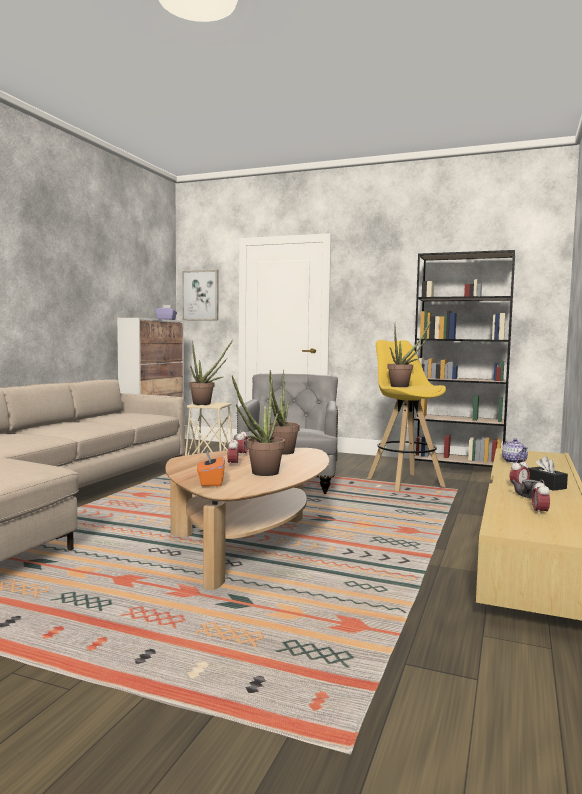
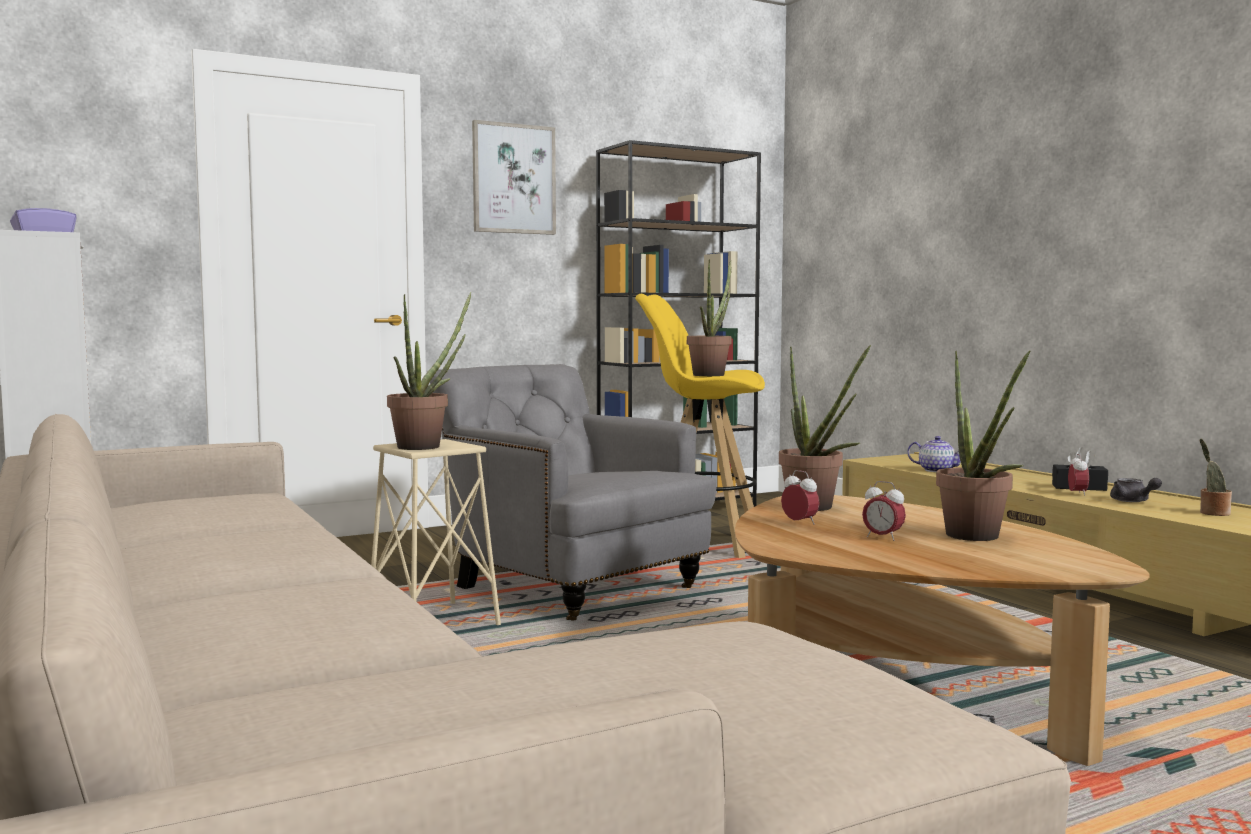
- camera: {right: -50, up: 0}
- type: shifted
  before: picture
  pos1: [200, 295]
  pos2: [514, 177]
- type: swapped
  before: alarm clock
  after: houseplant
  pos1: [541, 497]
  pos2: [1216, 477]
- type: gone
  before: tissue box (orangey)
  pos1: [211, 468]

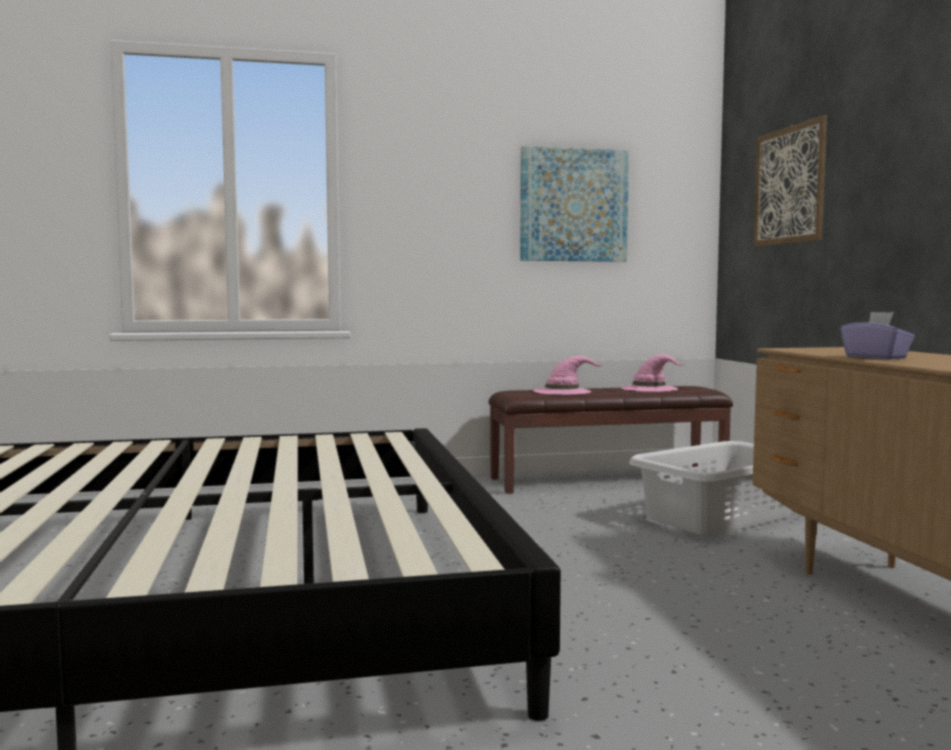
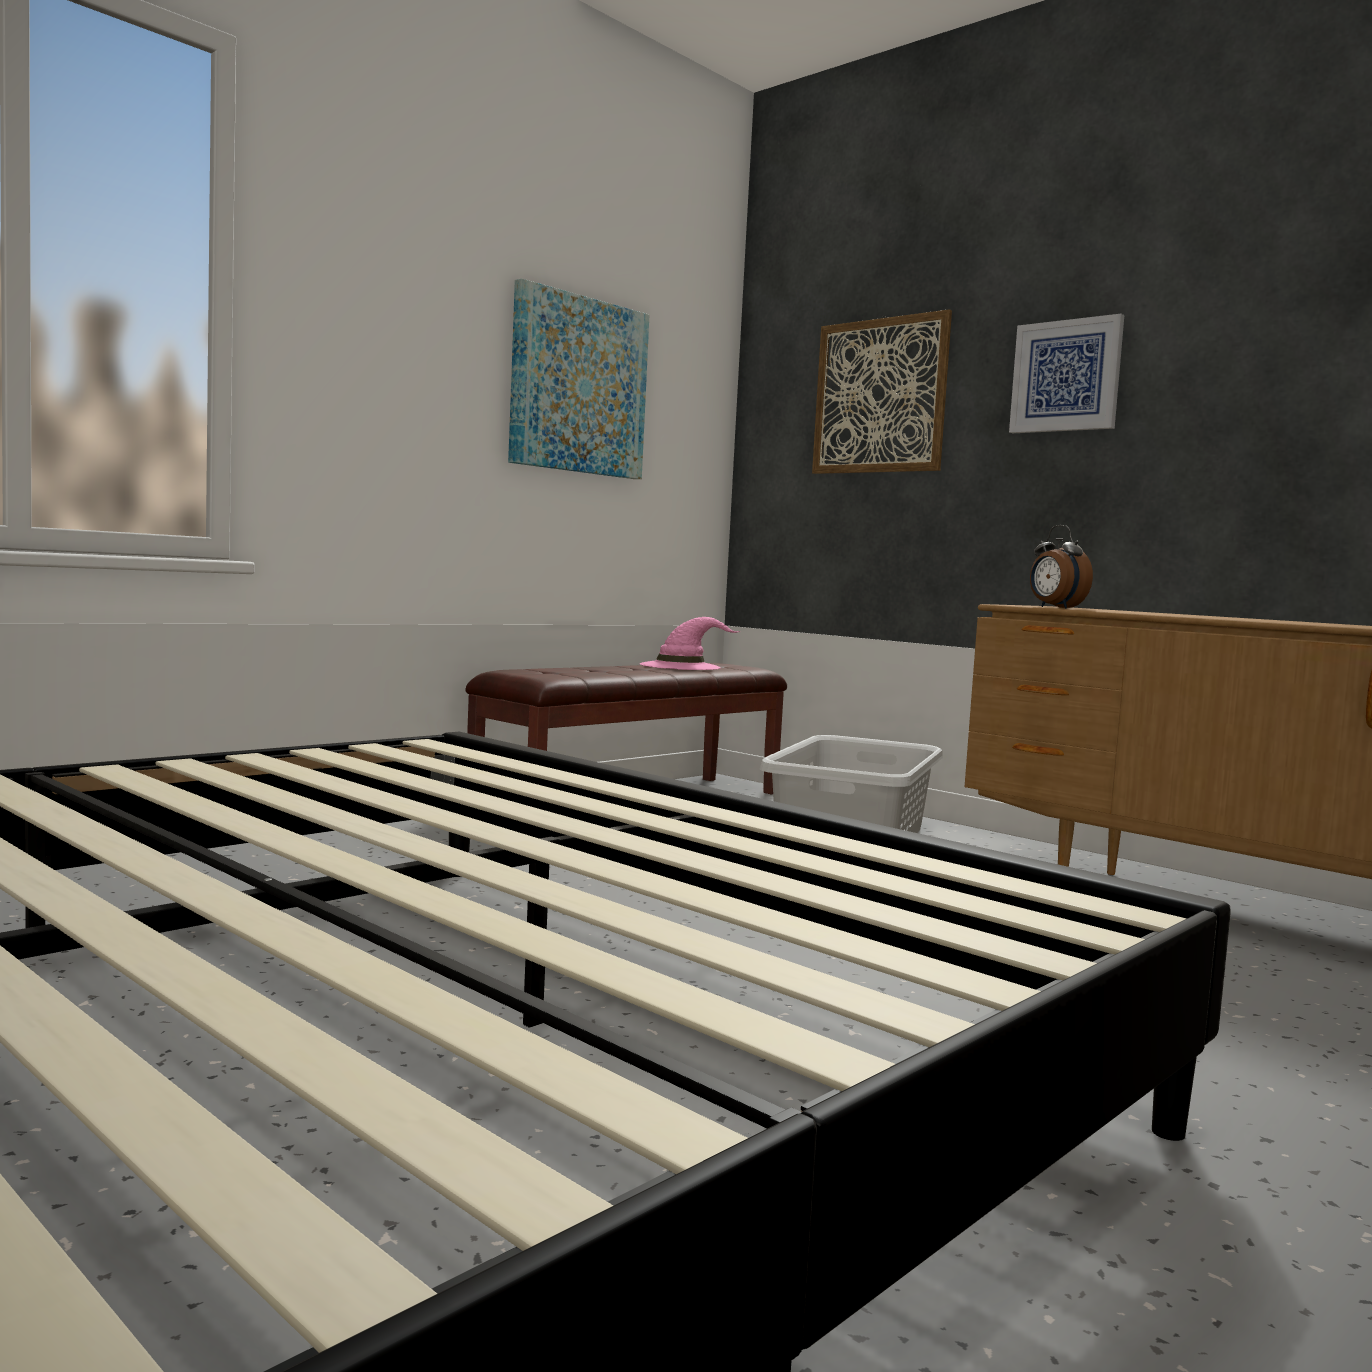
- camera: {right: -35, up: 0}
- type: new
  after: picture
  pos2: [1066, 373]
- type: new
  after: alarm clock
  pos2: [1061, 567]
- type: gone
  before: clothing hat (pinkish)
  pos1: [568, 375]
- type: gone
  before: tissue box (purple-coloured)
  pos1: [878, 336]

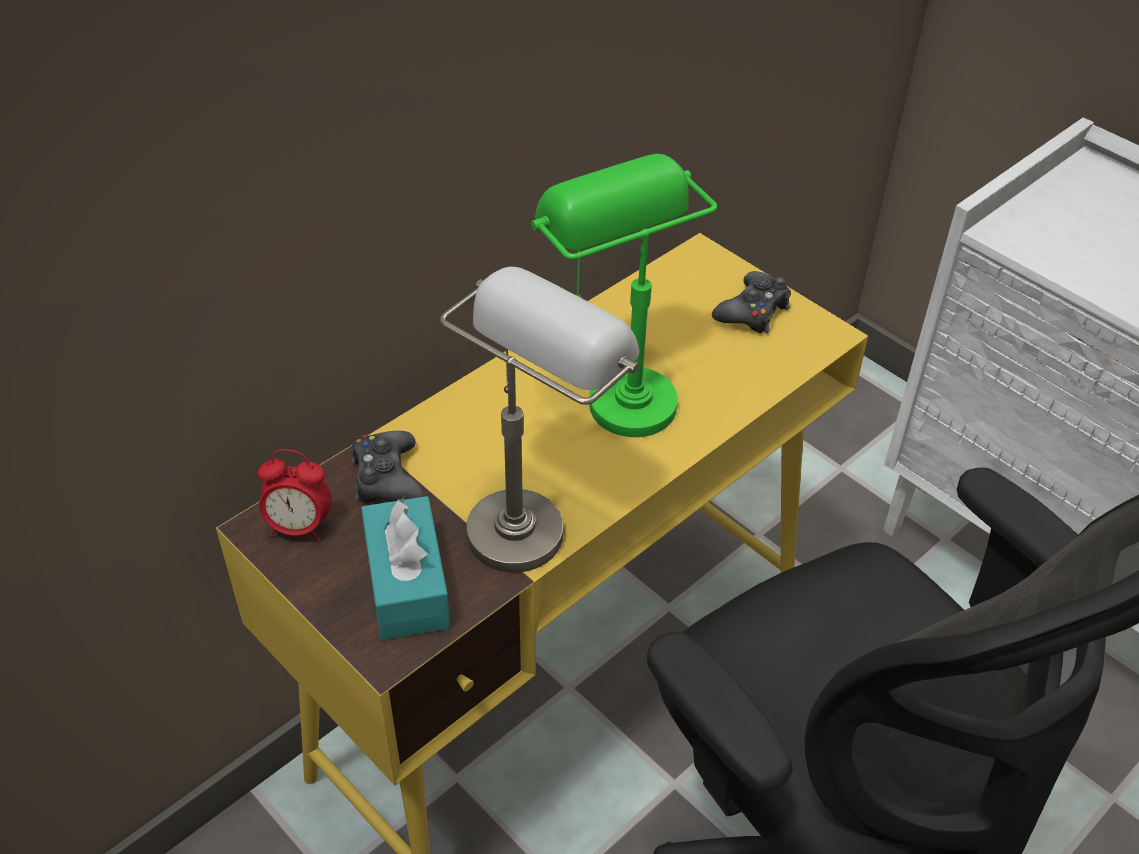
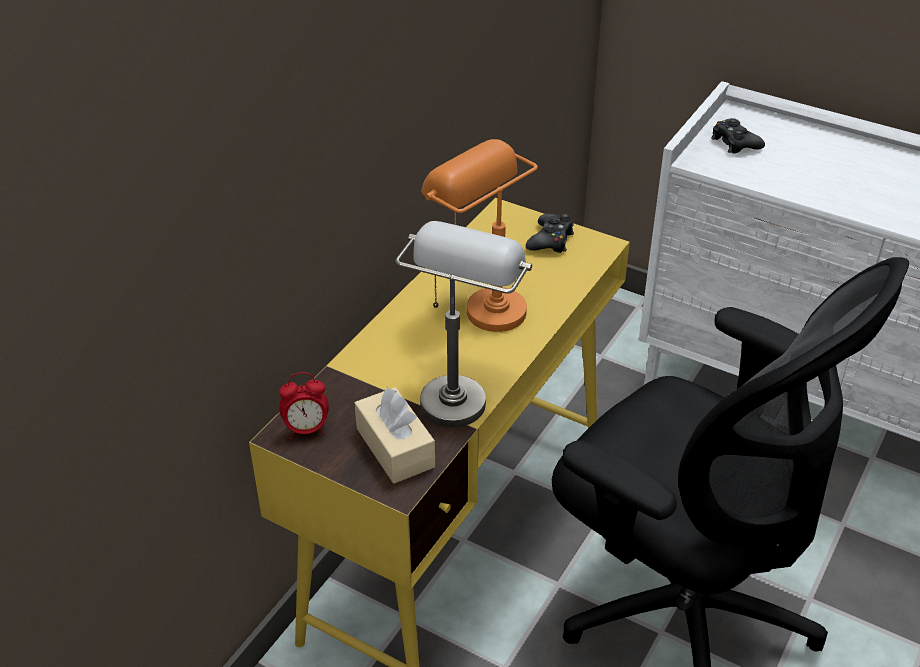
- camera: {right: -15, up: -5}
- type: repainted
  before: tissue box (turquoise-coloured)
  after: tissue box (beige)
  pos1: [405, 568]
  pos2: [395, 435]
- type: repainted
  before: tabletop lamp (greenish)
  after: tabletop lamp (orangey)
  pos1: [624, 295]
  pos2: [479, 235]
- type: shifted
  before: gamepad (black-coloured)
  pos1: [387, 467]
  pos2: [738, 136]

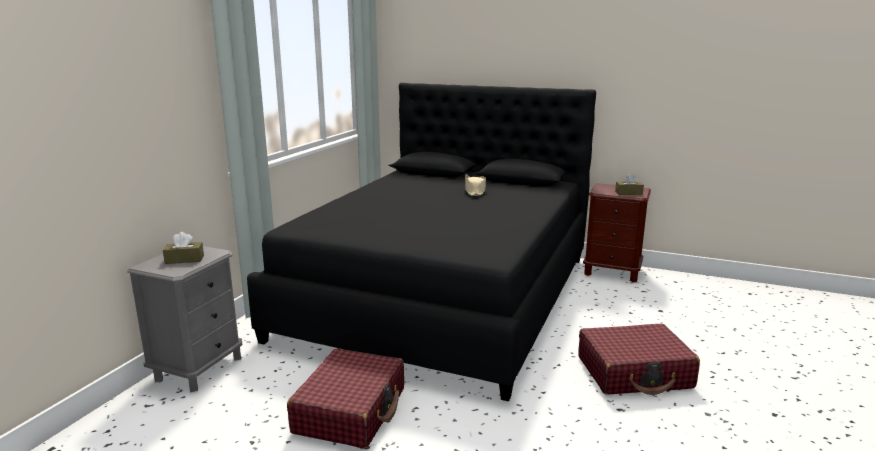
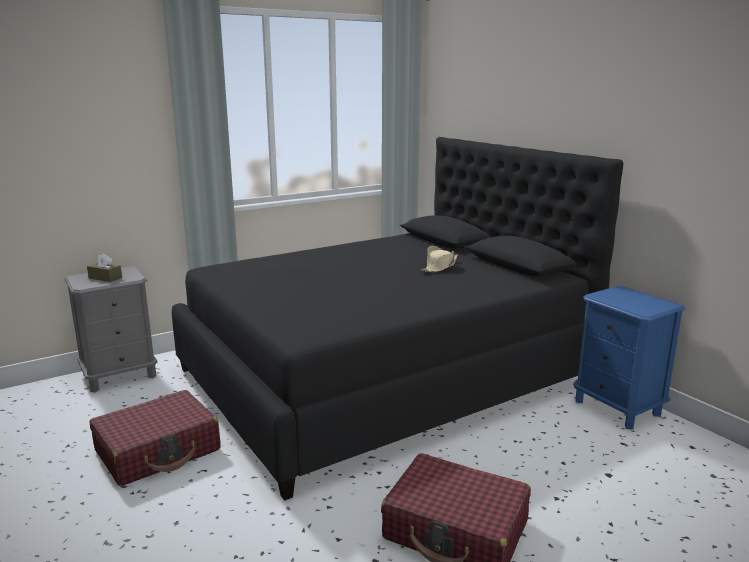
- camera: {right: 35, up: 0}
- type: repainted
  before: nightstand (brownish)
  after: nightstand (blue-coloured)
  pos1: [617, 233]
  pos2: [629, 358]
- type: gone
  before: tissue box (brownish)
  pos1: [629, 184]

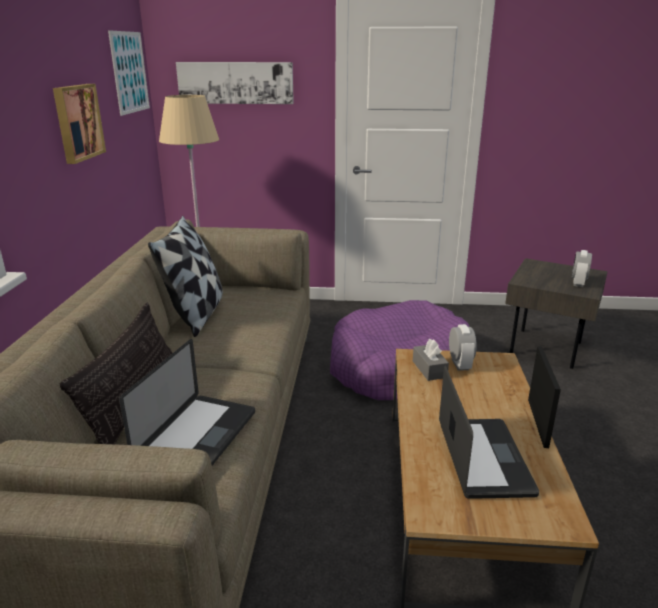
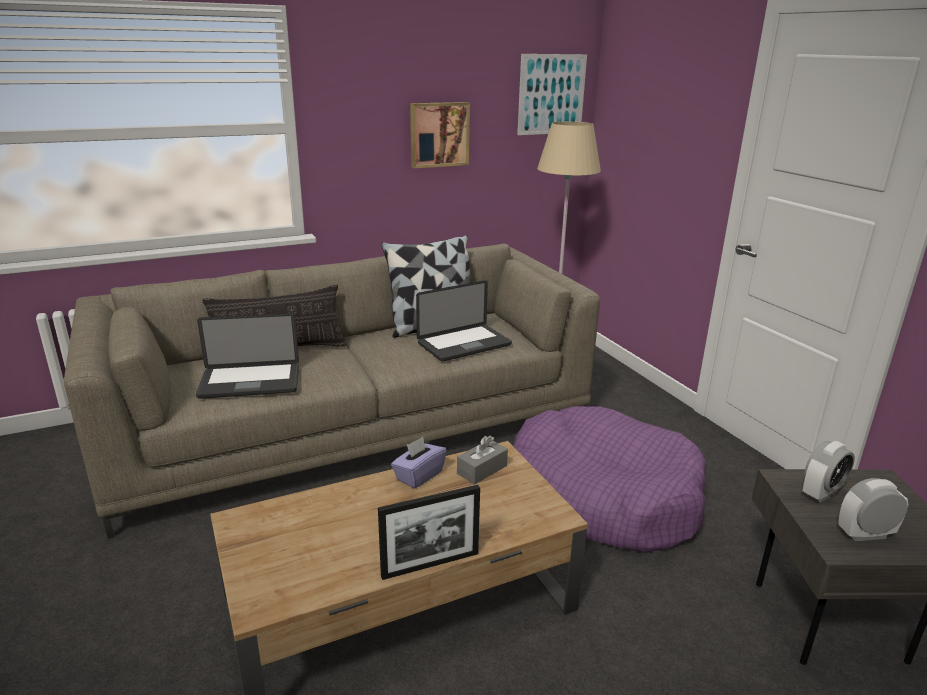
- camera: {right: 60, up: 0}
- type: new
  after: tissue box (purple-coloured)
  pos2: [419, 463]
- type: shifted
  before: notebook computer
  pos1: [489, 432]
  pos2: [464, 321]
- type: shifted
  before: alarm clock
  pos1: [463, 347]
  pos2: [829, 472]
- type: gone
  before: picture
  pos1: [235, 83]

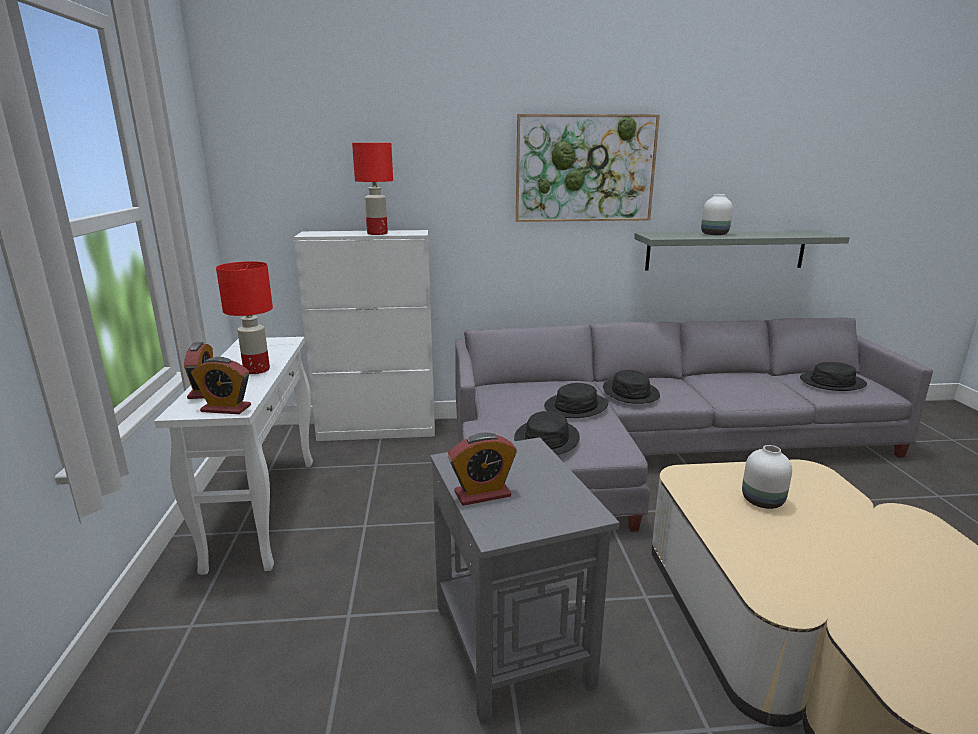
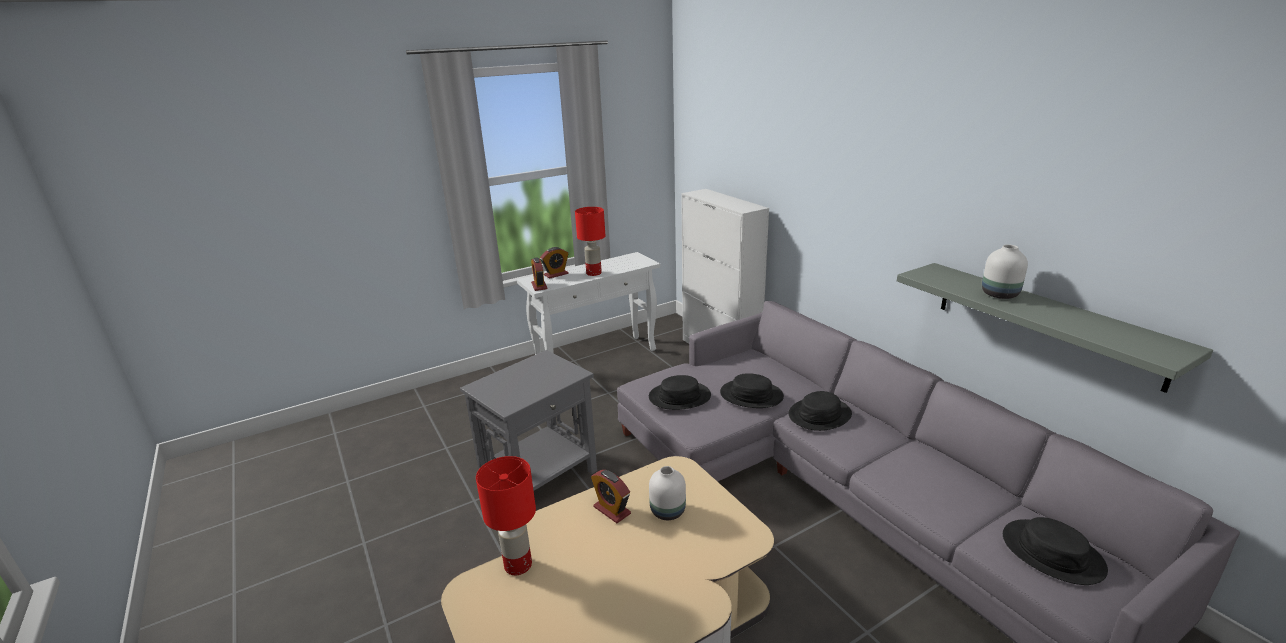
- camera: {right: 65, up: 5}
- type: shifted
  before: tabletop lamp (reddish)
  pos1: [372, 189]
  pos2: [506, 515]
- type: shifted
  before: alarm clock
  pos1: [482, 469]
  pos2: [611, 496]
- type: gone
  before: picture
  pos1: [588, 168]

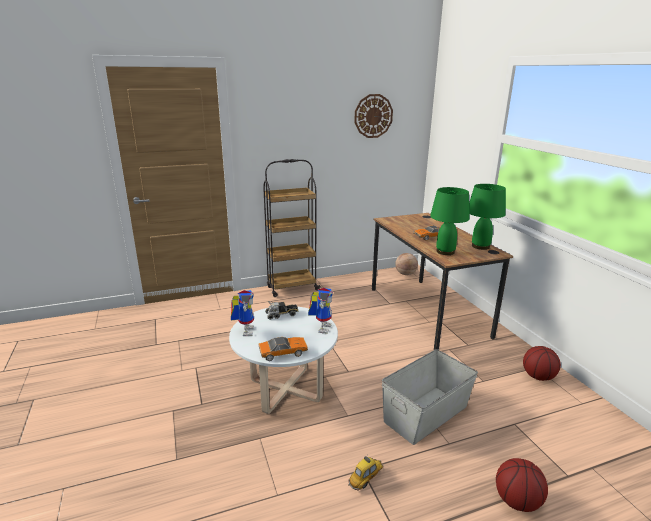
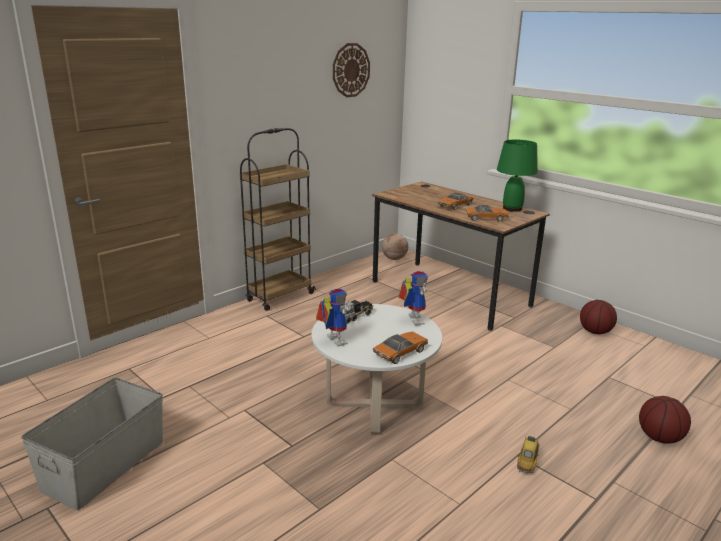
- camera: {right: -25, up: 0}
- type: shifted
  before: storage bin (grey)
  pos1: [430, 397]
  pos2: [92, 444]
- type: swapped
  before: tabletop lamp (greenish)
  after: model car
  pos1: [450, 221]
  pos2: [487, 212]

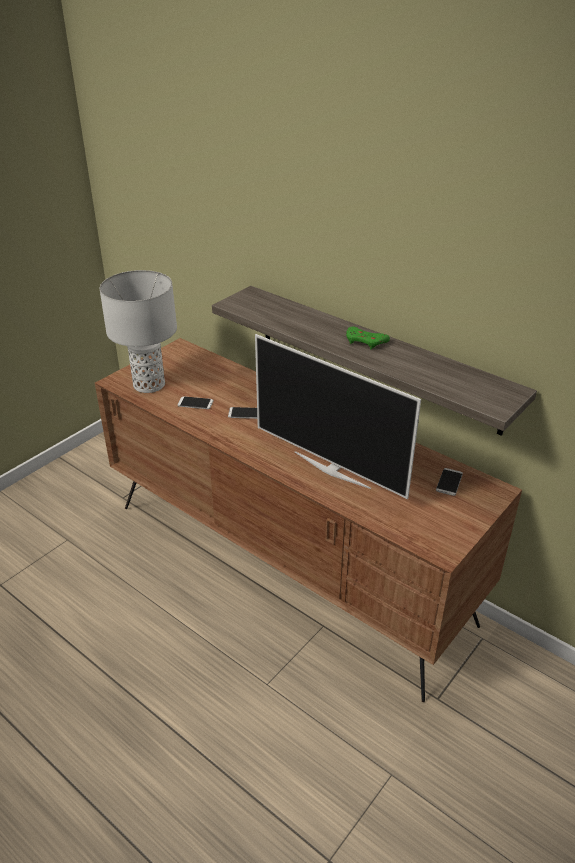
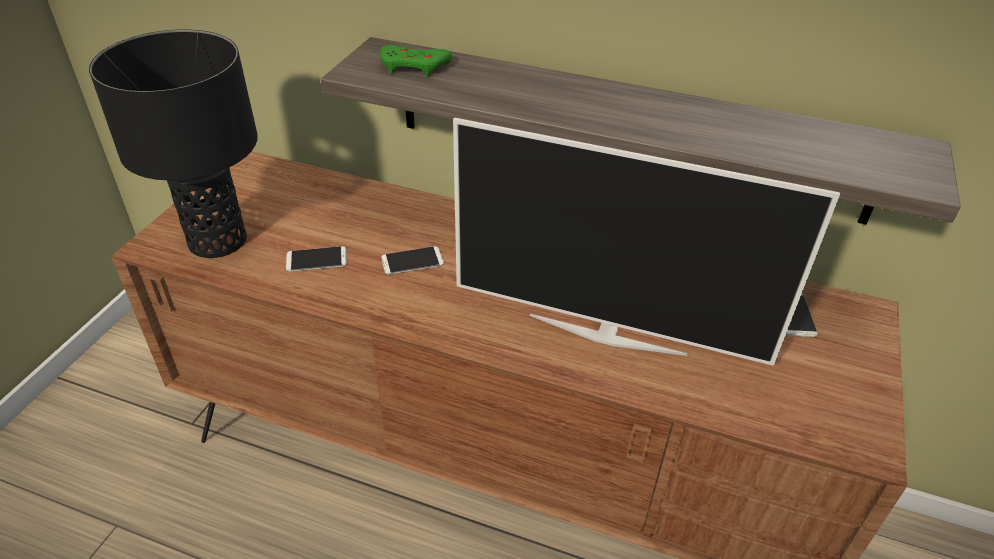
- camera: {right: -20, up: 5}
- type: repainted
  before: tabletop lamp (whitish)
  after: tabletop lamp (black-coloured)
  pos1: [138, 331]
  pos2: [173, 144]
- type: shifted
  before: gamepad (greenish)
  pos1: [368, 338]
  pos2: [416, 61]

